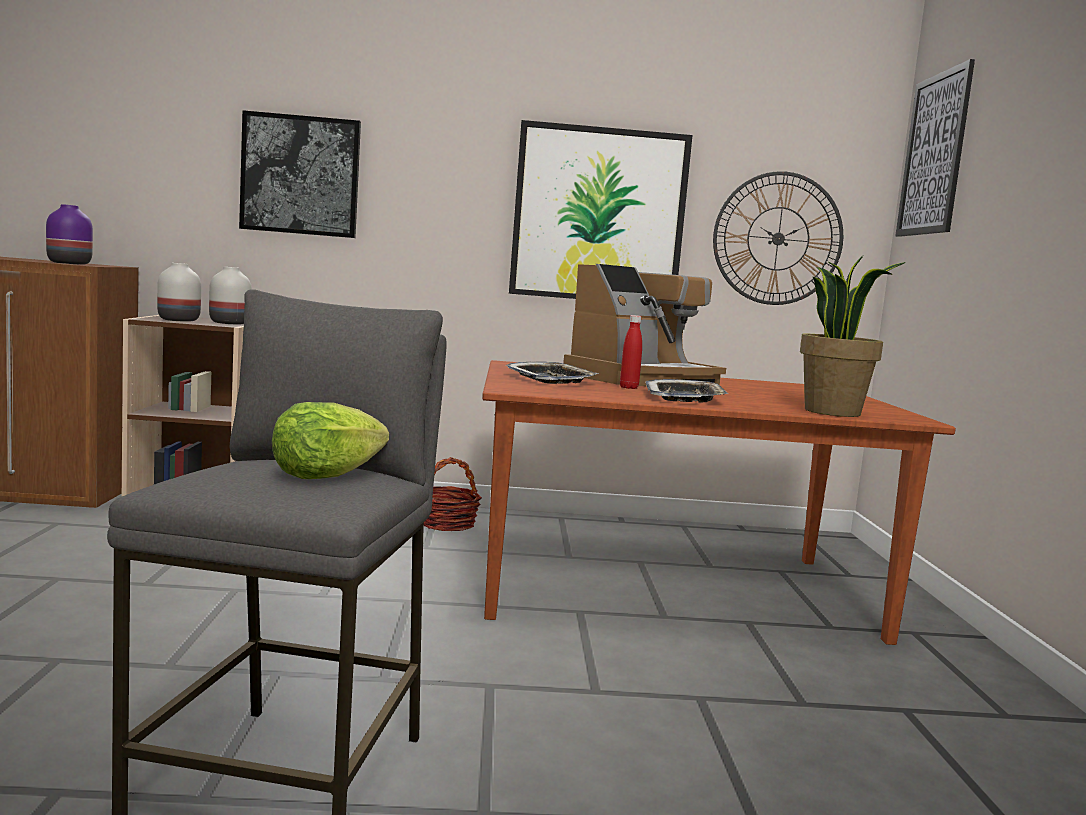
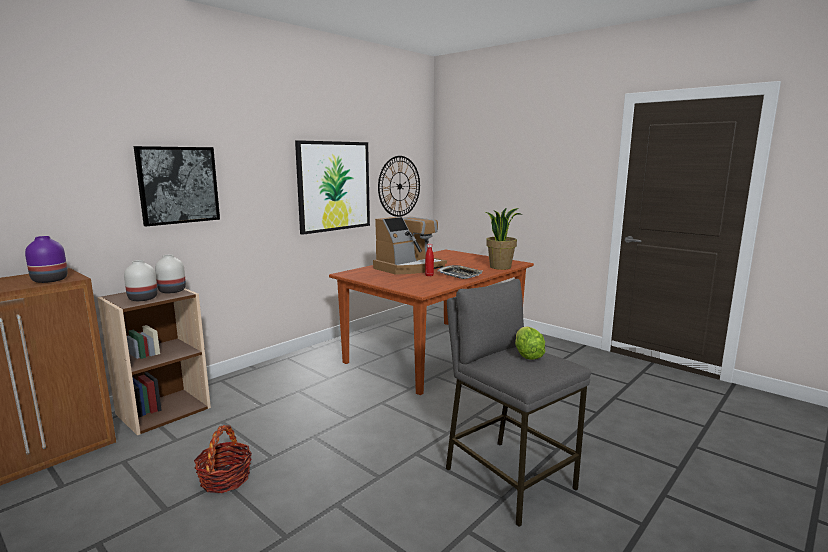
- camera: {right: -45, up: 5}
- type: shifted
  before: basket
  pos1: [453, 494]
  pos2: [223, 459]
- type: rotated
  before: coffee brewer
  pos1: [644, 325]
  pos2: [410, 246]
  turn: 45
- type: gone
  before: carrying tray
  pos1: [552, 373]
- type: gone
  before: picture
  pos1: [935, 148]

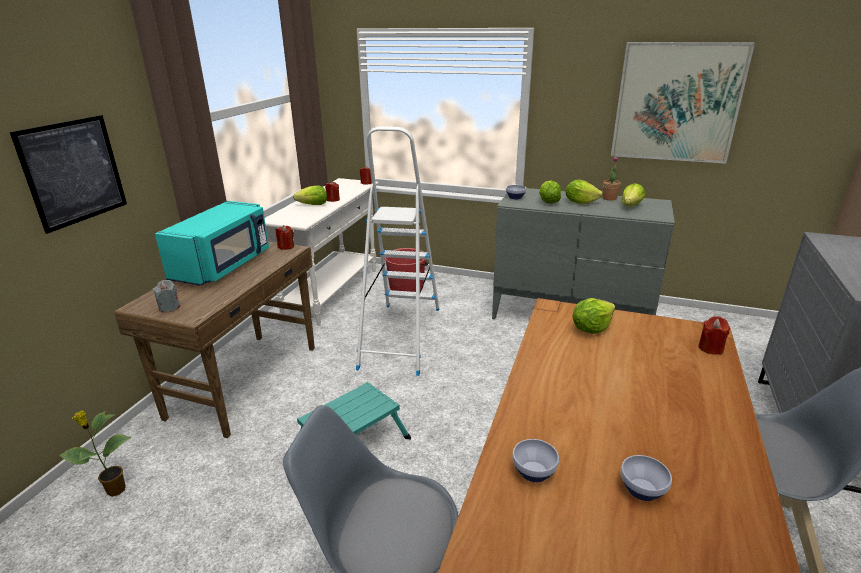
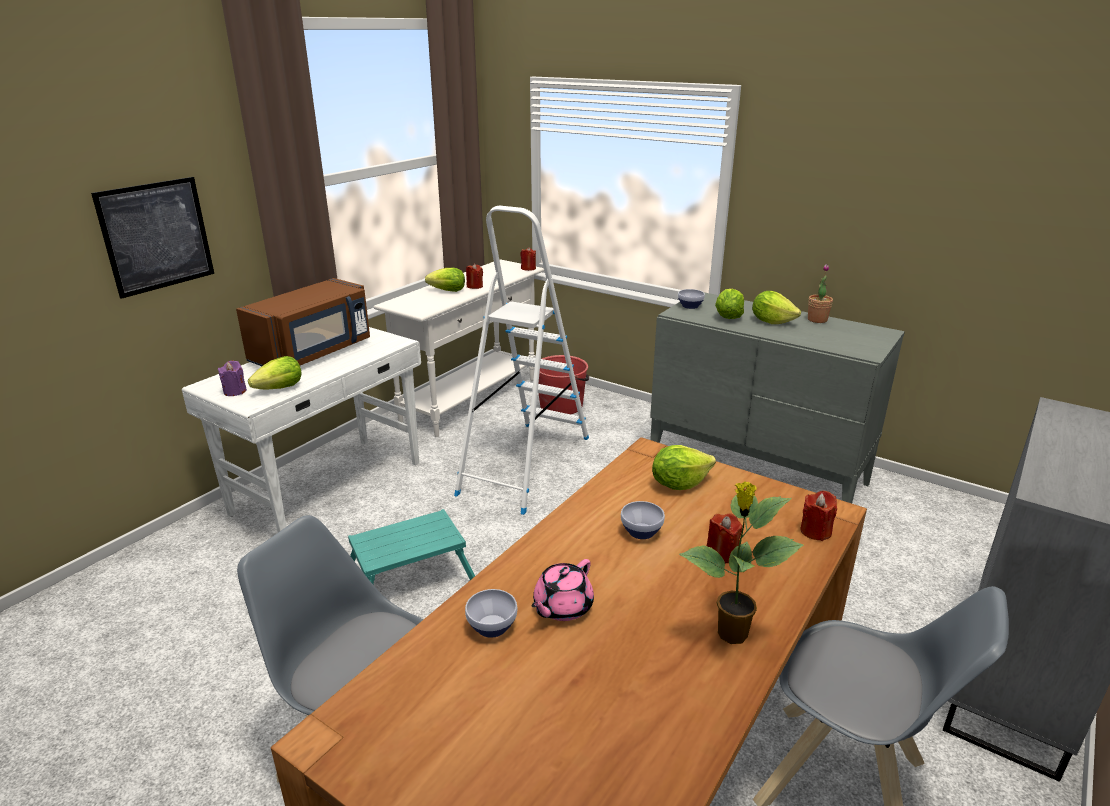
- camera: {right: 15, up: 0}
- type: repainted
  before: hall table (brownish)
  after: hall table (whitish)
  pos1: [214, 339]
  pos2: [301, 429]
- type: repainted
  before: candle (grey)
  after: candle (purple-coloured)
  pos1: [166, 296]
  pos2: [232, 378]
- type: repainted
  before: microwave (turquoise-coloured)
  after: microwave (brownish)
  pos1: [212, 243]
  pos2: [303, 322]
- type: shifted
  before: lettuce
  pos1: [633, 194]
  pos2: [275, 373]
- type: new
  after: teapot (pinkish)
  pos2: [562, 590]
- type: shifted
  before: bowl
  pos1: [646, 478]
  pos2: [643, 520]
- type: shifted
  before: houseplant
  pos1: [95, 454]
  pos2: [741, 562]
- type: shifted
  before: candle (reddish)
  pos1: [285, 237]
  pos2: [724, 538]
- type: gone
  before: picture
  pos1: [683, 103]

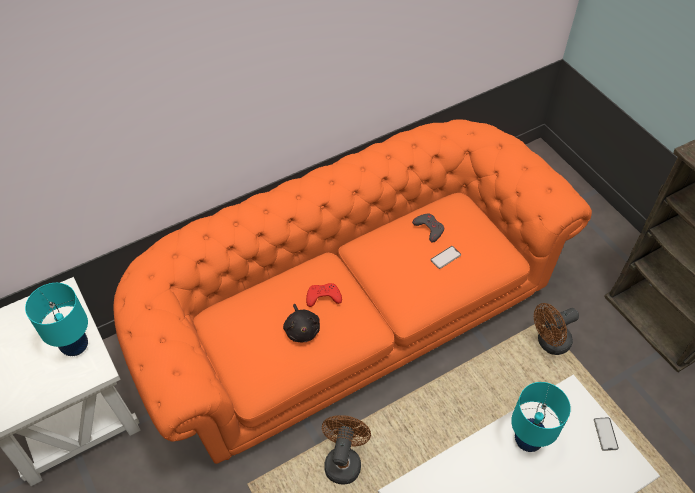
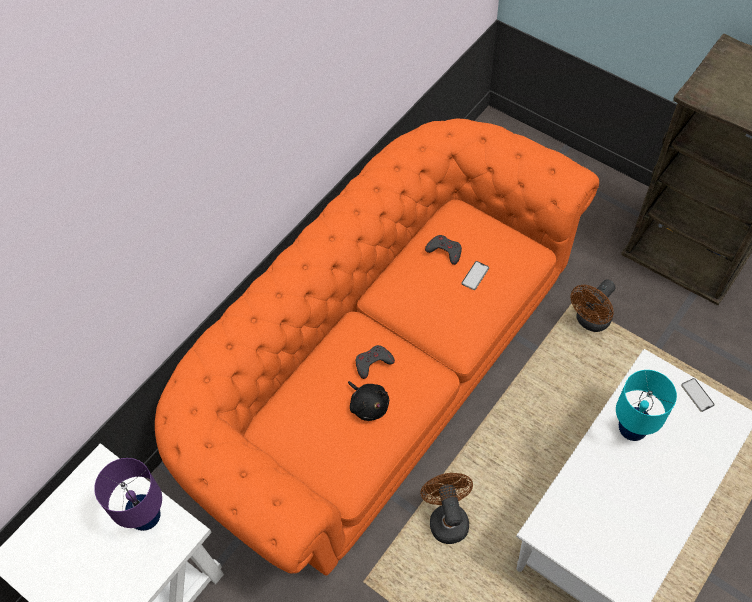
- camera: {right: -20, up: 5}
- type: repainted
  before: tabletop lamp (turquoise-coloured)
  after: tabletop lamp (purple-coloured)
  pos1: [56, 319]
  pos2: [128, 494]
- type: repainted
  before: gamepad (reddish)
  after: gamepad (grey)
  pos1: [324, 295]
  pos2: [375, 362]

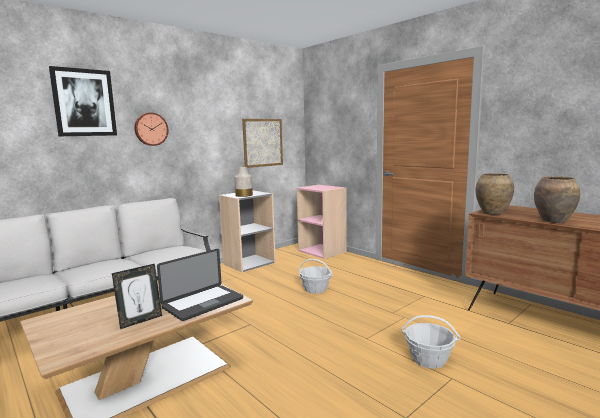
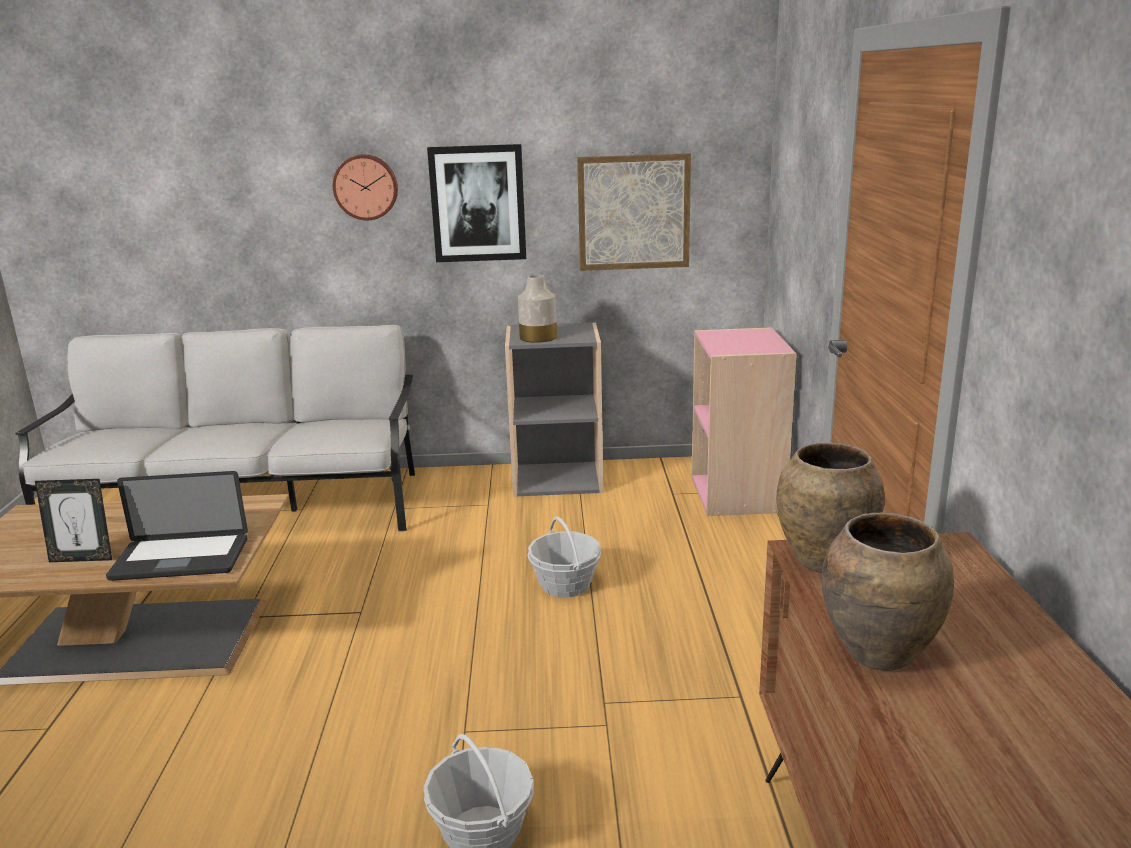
- camera: {right: 40, up: 10}
- type: shifted
  before: picture
  pos1: [83, 101]
  pos2: [476, 203]

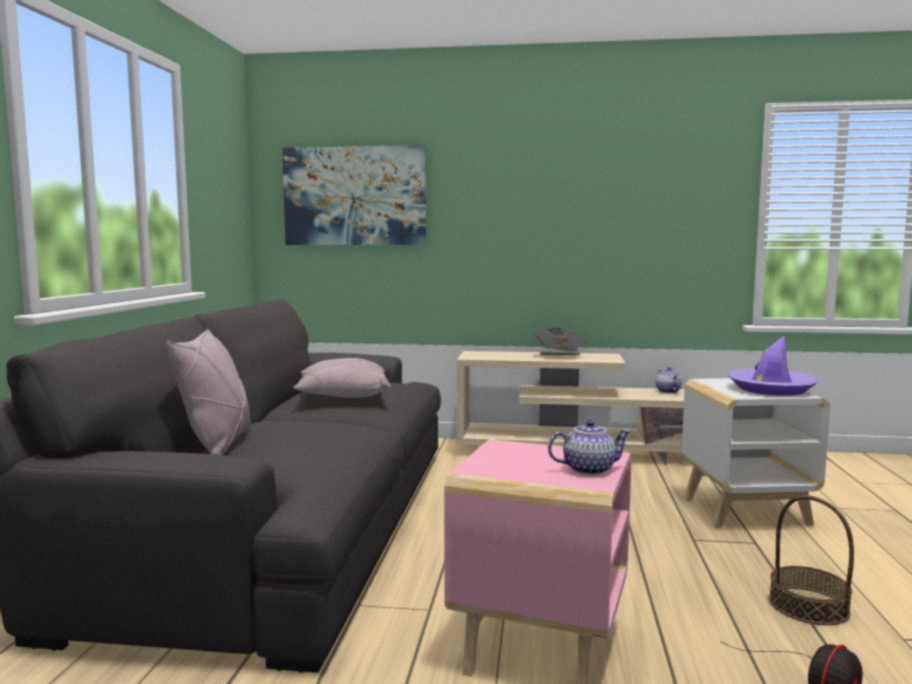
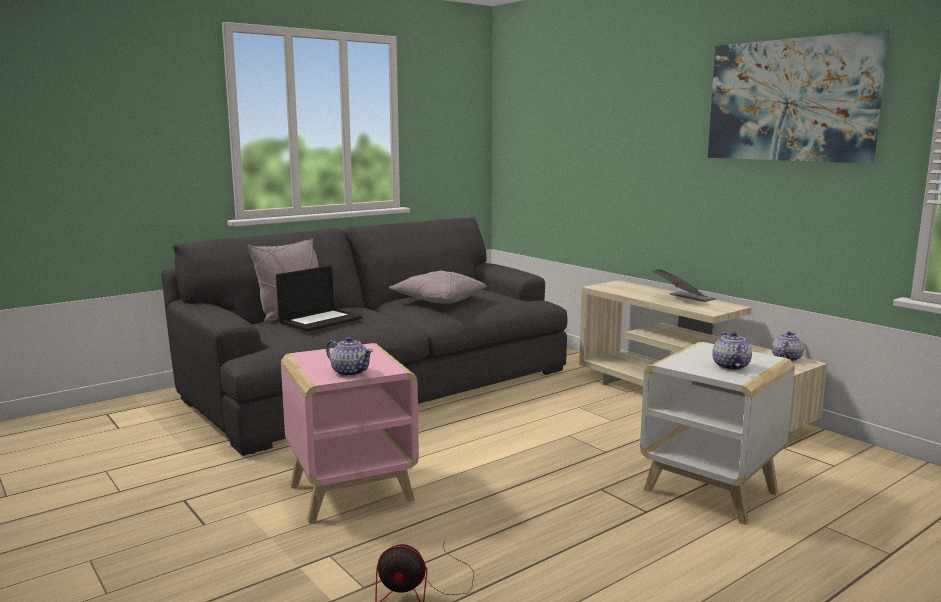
- camera: {right: 45, up: 5}
- type: new
  after: notebook computer
  pos2: [319, 298]
- type: shifted
  before: picture
  pos1: [354, 195]
  pos2: [799, 97]
- type: swapped
  before: clothing hat (purple-coloured)
  after: teapot
  pos1: [773, 365]
  pos2: [732, 351]
- type: gone
  before: basket
  pos1: [811, 560]

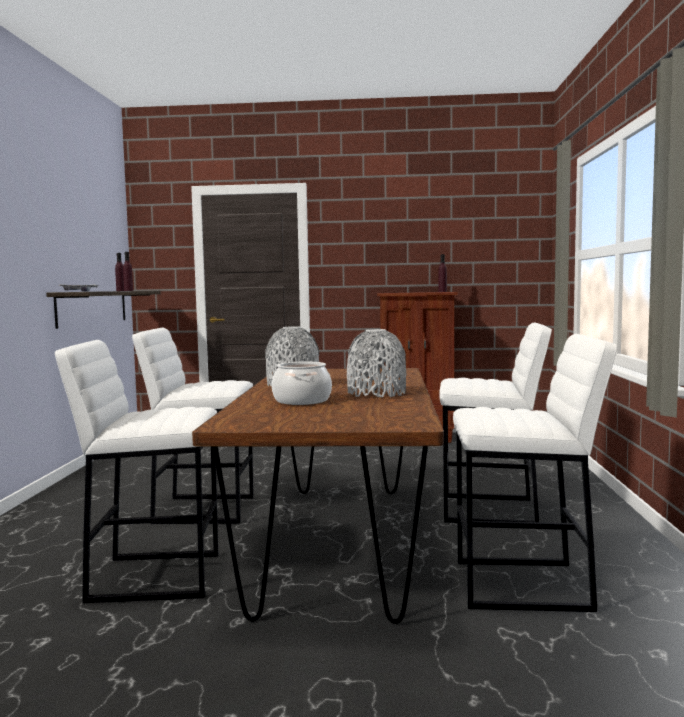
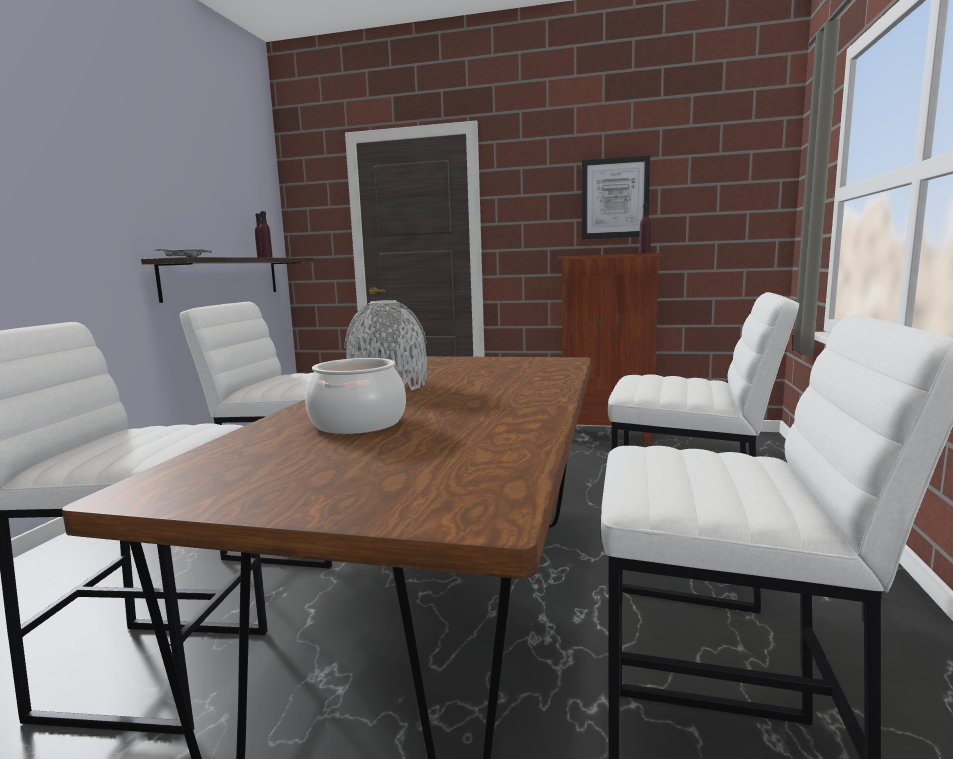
- camera: {right: 10, up: 5}
- type: new
  after: picture
  pos2: [616, 197]
- type: gone
  before: decorative vase (grey)
  pos1: [376, 363]

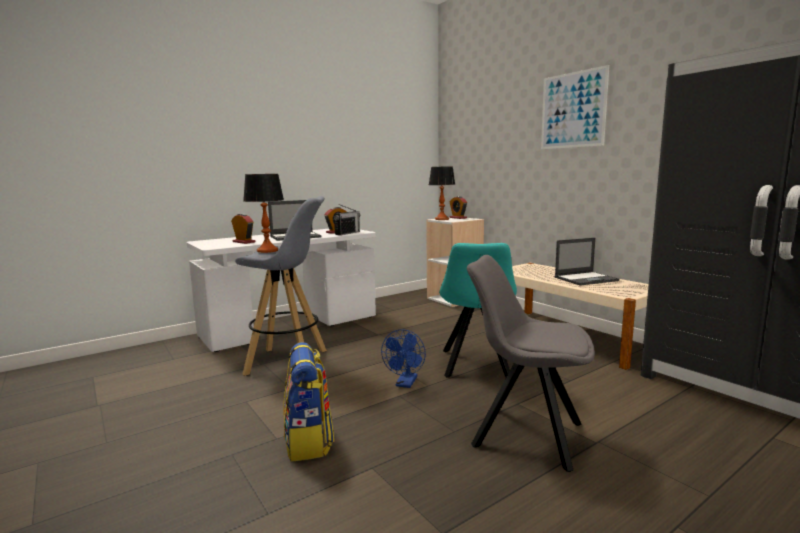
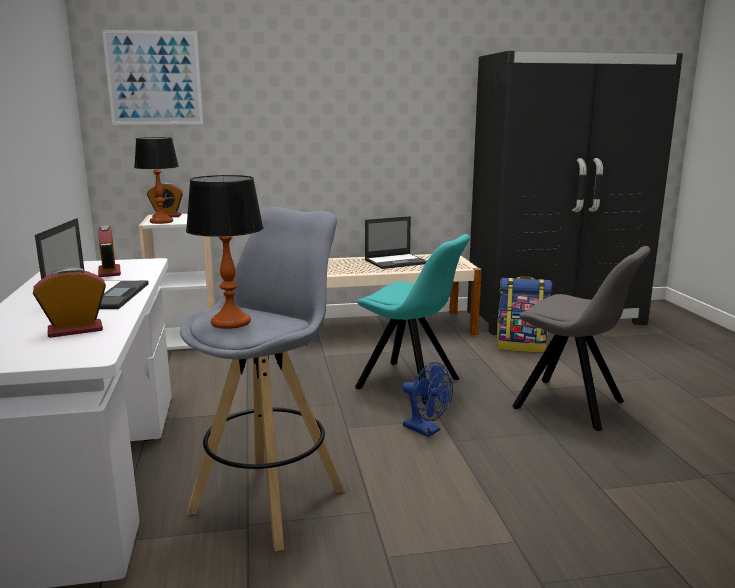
- camera: {right: -65, up: 5}
- type: shifted
  before: picture
  pos1: [575, 107]
  pos2: [152, 77]
- type: rotated
  before: notebook computer
  pos1: [587, 262]
  pos2: [396, 242]
  turn: 60
- type: shifted
  before: rucksack
  pos1: [308, 402]
  pos2: [524, 314]
- type: rotated
  before: chair (grey)
  pos1: [531, 363]
  pos2: [581, 338]
  turn: -105
- type: gone
  before: radio receiver
  pos1: [347, 219]

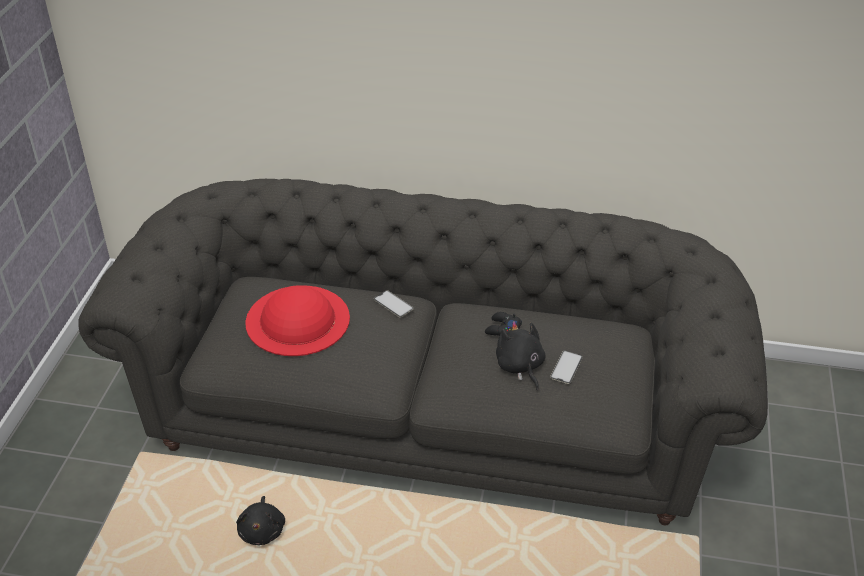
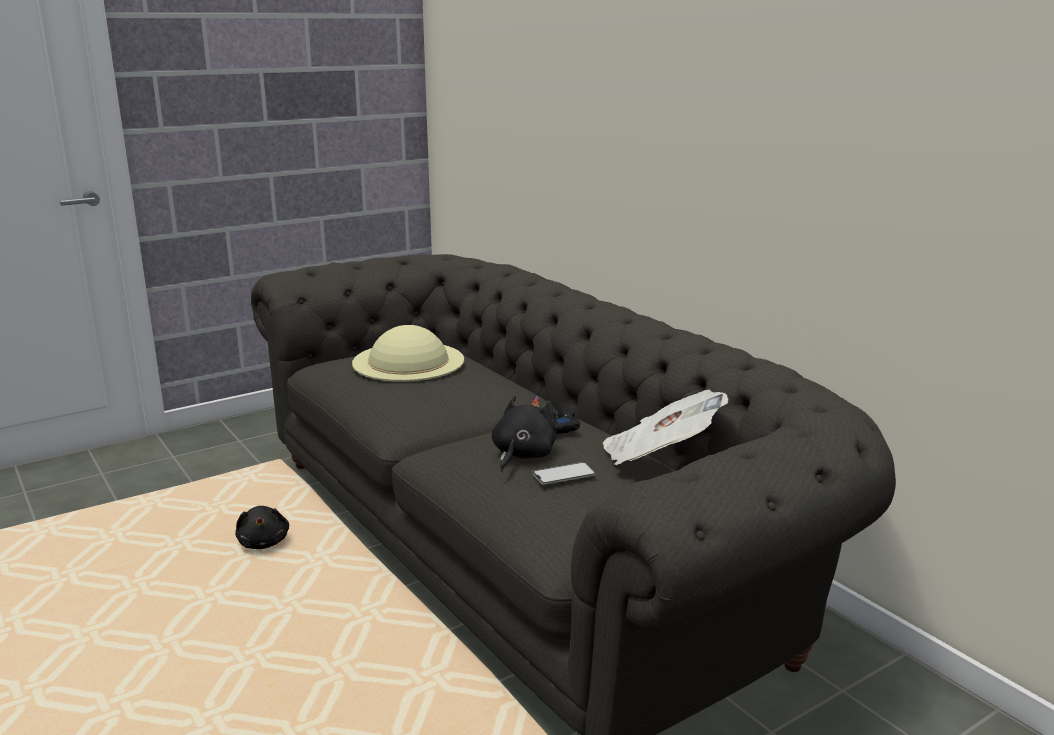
- camera: {right: 45, up: -20}
- type: rotated
  before: cuddly toy (black-coloured)
  pos1: [260, 520]
  pos2: [262, 527]
  turn: -60
- type: repainted
  before: clothing hat (reddish)
  after: clothing hat (beige)
  pos1: [297, 320]
  pos2: [408, 353]
- type: new
  after: printed paper
  pos2: [665, 427]
- type: gone
  before: telephone
  pos1: [394, 303]

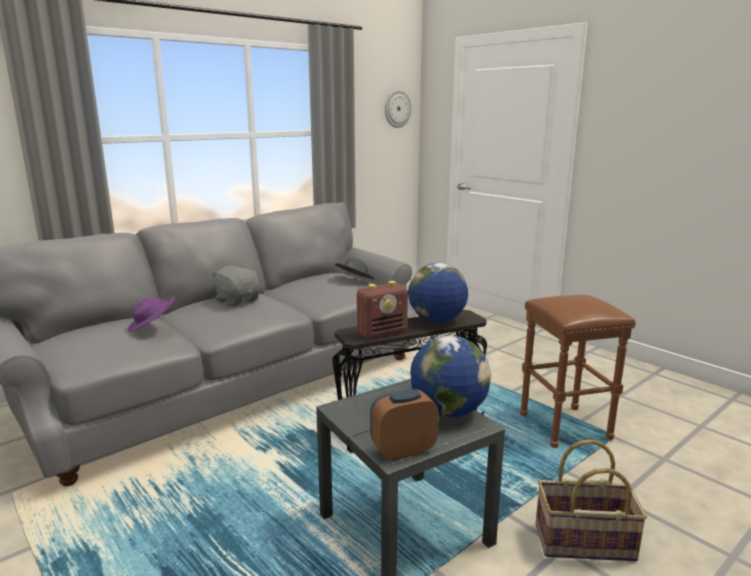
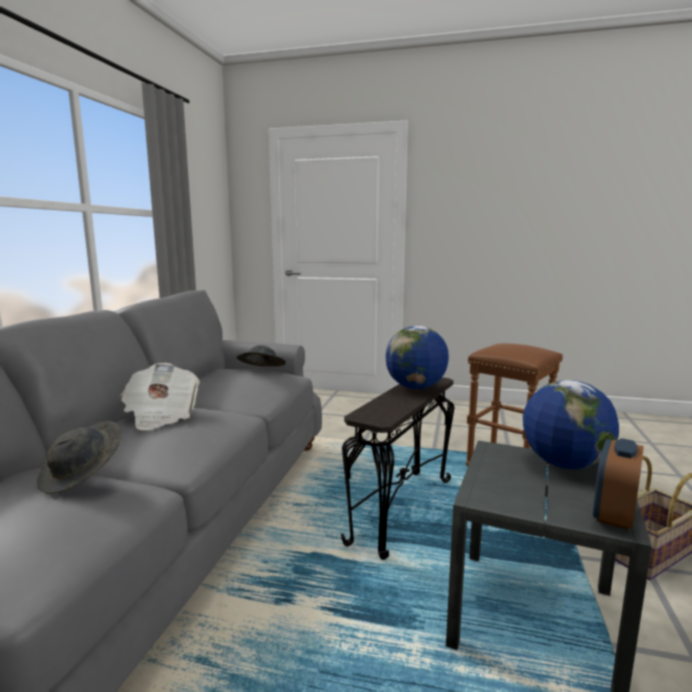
- camera: {right: -35, up: -5}
- type: repainted
  before: clothing hat (purple-coloured)
  after: clothing hat (grey)
  pos1: [151, 314]
  pos2: [78, 457]
- type: swapped
  before: cuddly toy (grey)
  after: printed paper
  pos1: [235, 286]
  pos2: [160, 397]
- type: gone
  before: radio receiver
  pos1: [382, 310]
- type: gone
  before: clock on the wall
  pos1: [398, 108]

